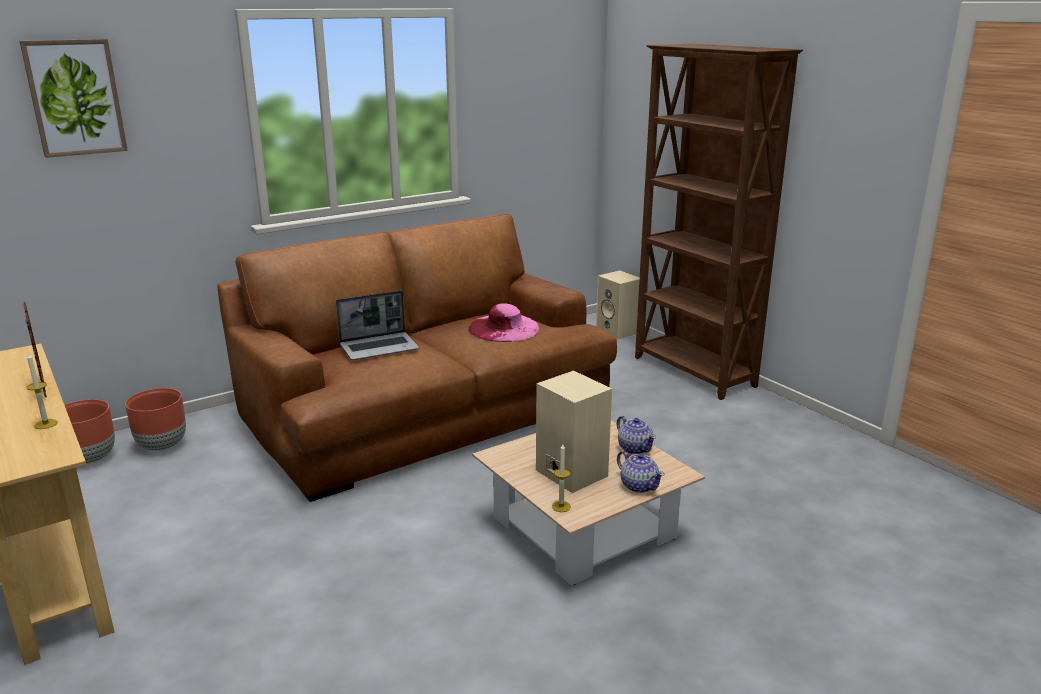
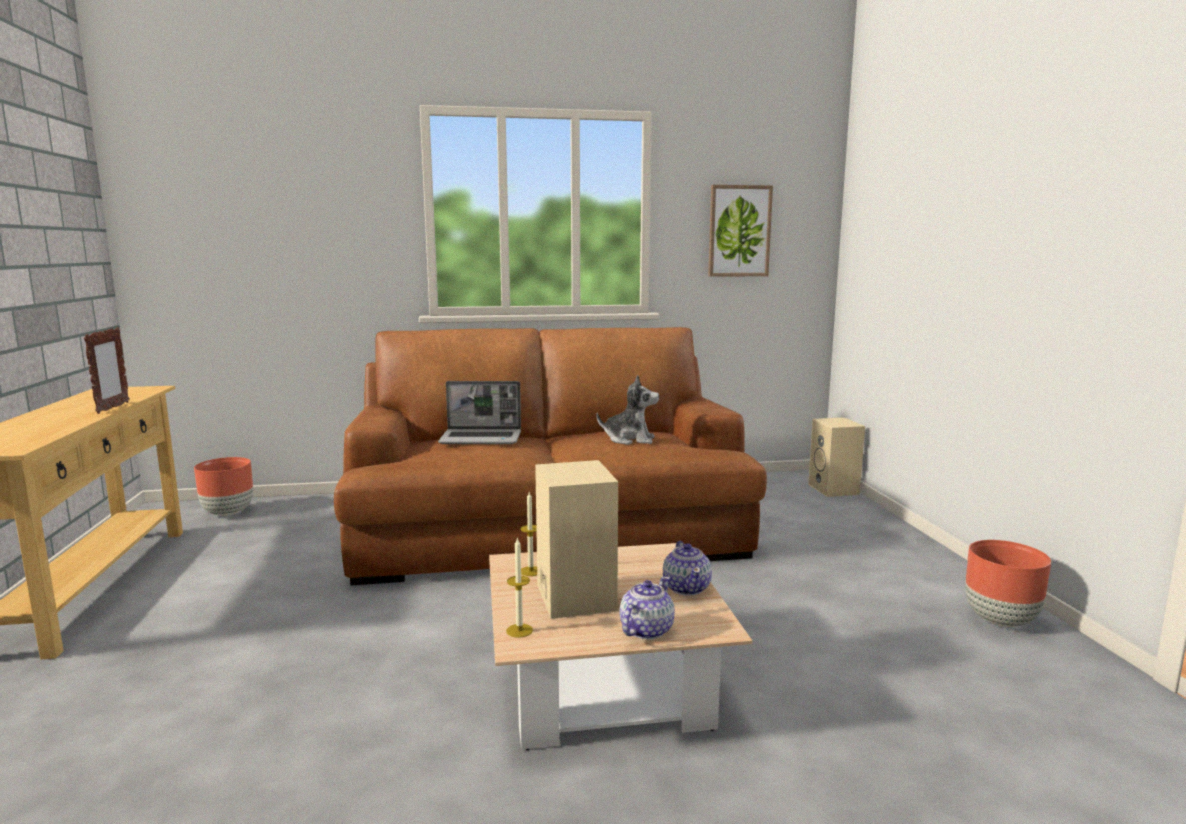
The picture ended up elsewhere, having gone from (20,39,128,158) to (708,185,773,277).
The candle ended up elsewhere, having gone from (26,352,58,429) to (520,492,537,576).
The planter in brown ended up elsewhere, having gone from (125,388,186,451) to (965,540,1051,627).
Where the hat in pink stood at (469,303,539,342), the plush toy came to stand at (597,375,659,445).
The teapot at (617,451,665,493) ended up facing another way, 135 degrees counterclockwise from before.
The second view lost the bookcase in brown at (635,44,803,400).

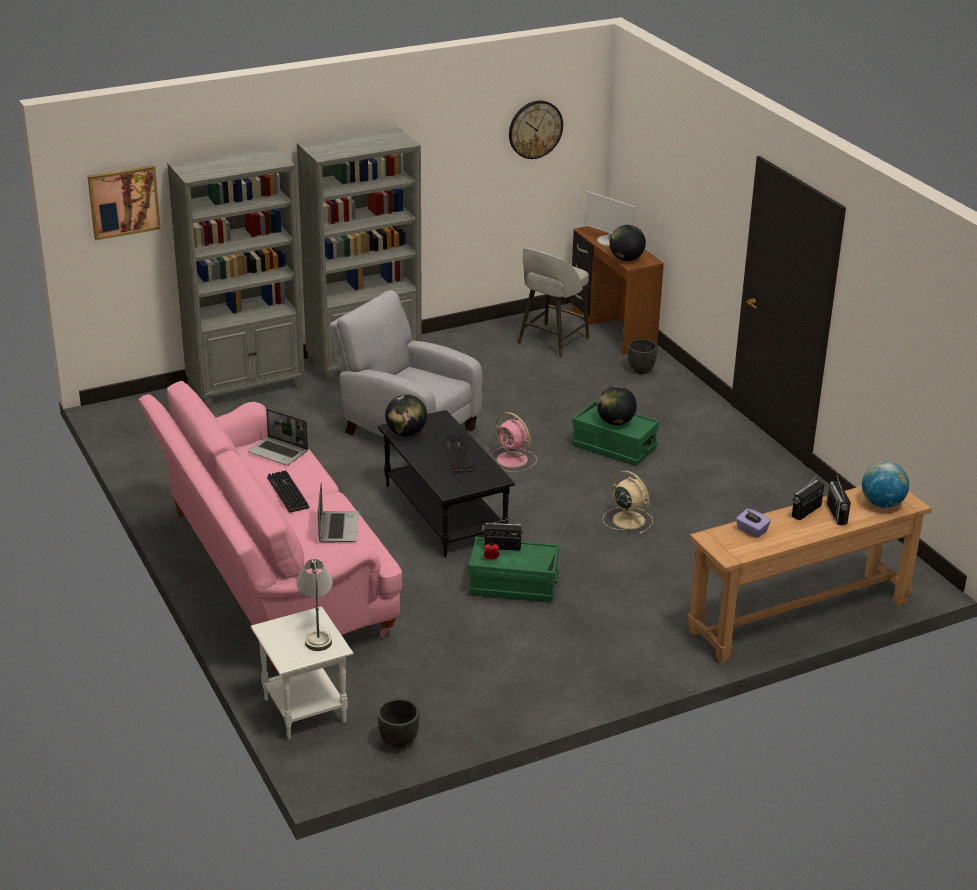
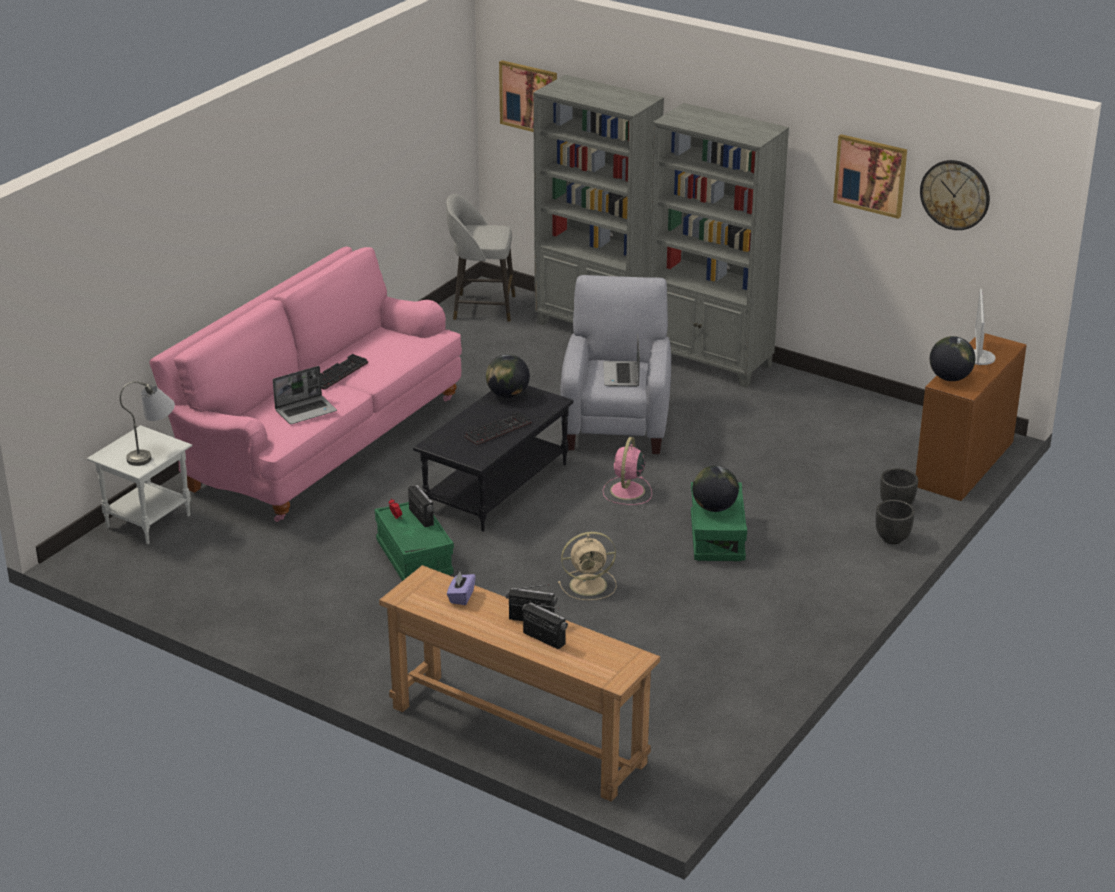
The laptop ended up elsewhere, having gone from (248,408,308,465) to (603,333,640,387).
The planter in black ended up elsewhere, having gone from (377,698,420,749) to (875,500,915,544).
The stool in grey ended up elsewhere, having gone from (517,248,589,358) to (446,194,515,322).
The fan in beige at (603,471,653,534) ended up facing another way, 60 degrees clockwise from before.
The radio at (827,474,851,525) ended up facing another way, 75 degrees clockwise from before.
The second view lost the globe at (862,462,909,508).
The second view gained the picture at (833,134,907,219).

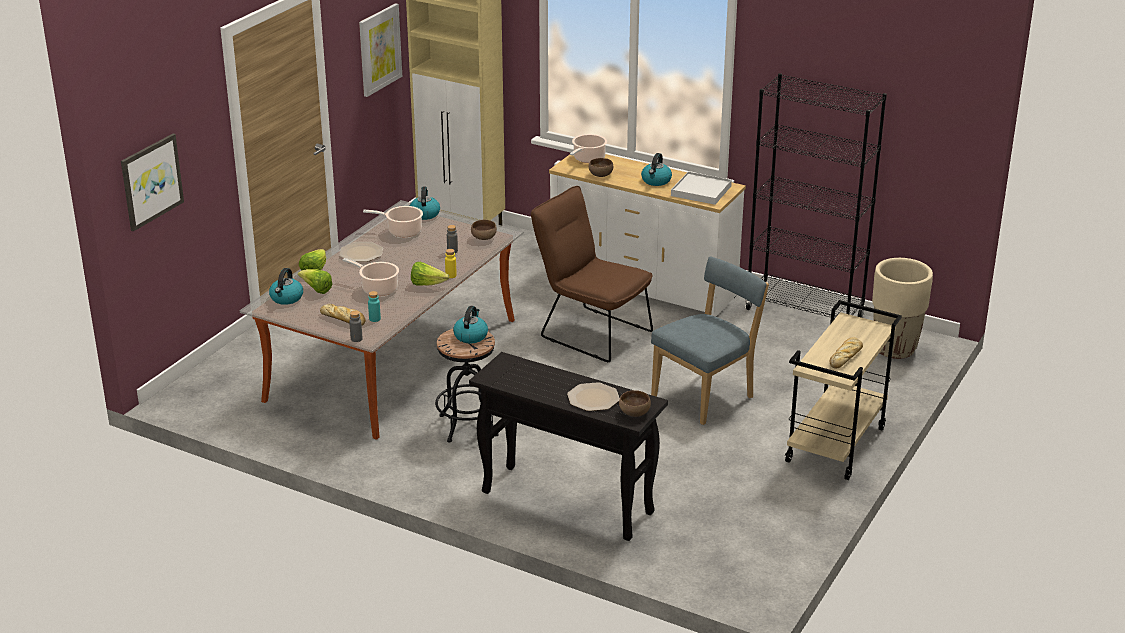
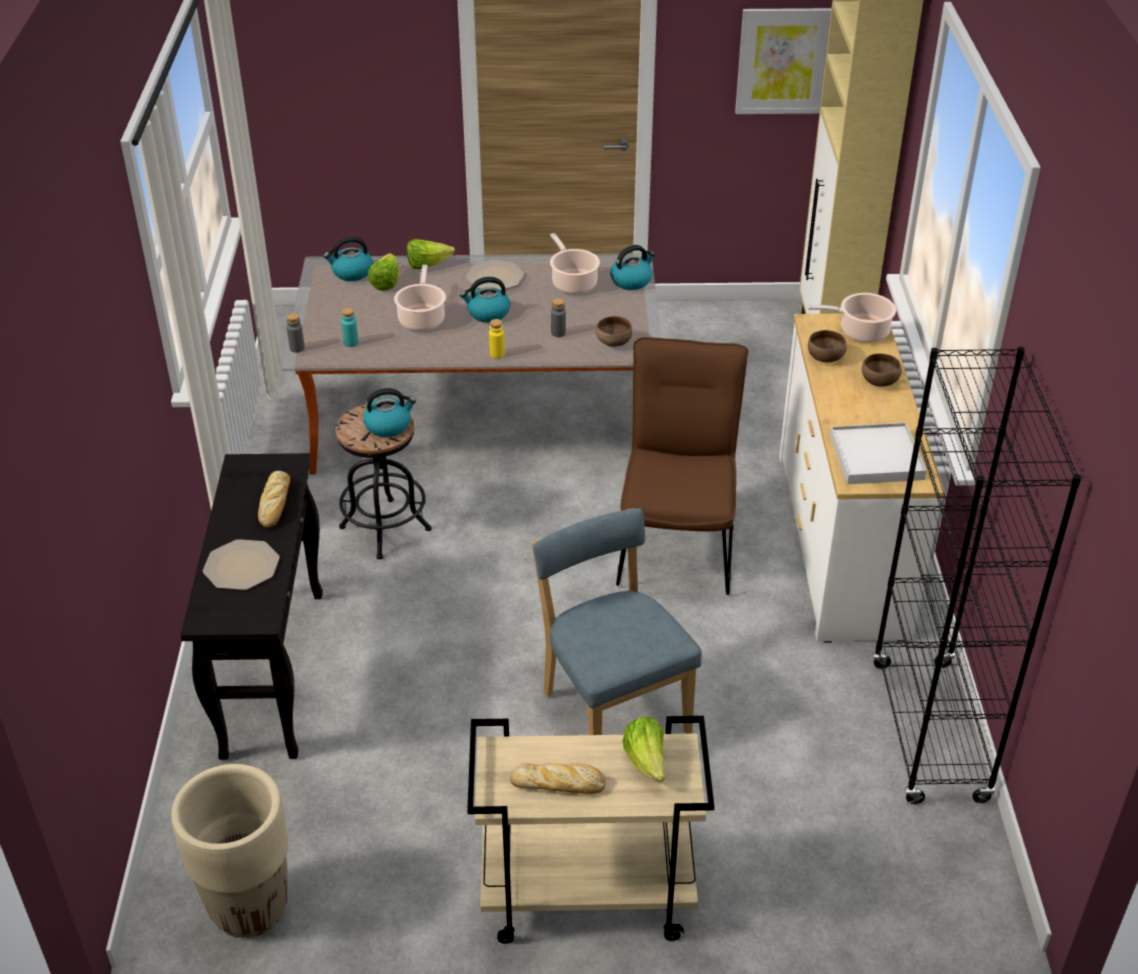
The second view lost the picture at (121,134,184,231).
The bread ended up elsewhere, having gone from (320,304,366,326) to (258,471,291,528).
The lettuce ended up elsewhere, having gone from (411,261,449,286) to (623,717,665,782).
The bowl in brown ended up elsewhere, having gone from (619,390,651,417) to (862,353,902,387).
The kettle ended up elsewhere, having gone from (641,153,672,186) to (460,277,510,322).
The chair in blue at (651,257,769,425) ended up facing another way, 135 degrees counterclockwise from before.
The planter in beige ended up elsewhere, having gone from (872,258,933,359) to (171,764,288,938).

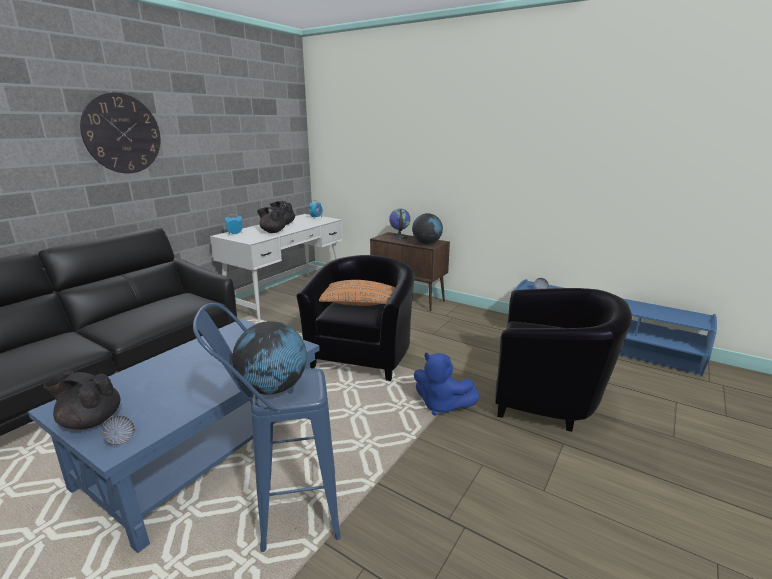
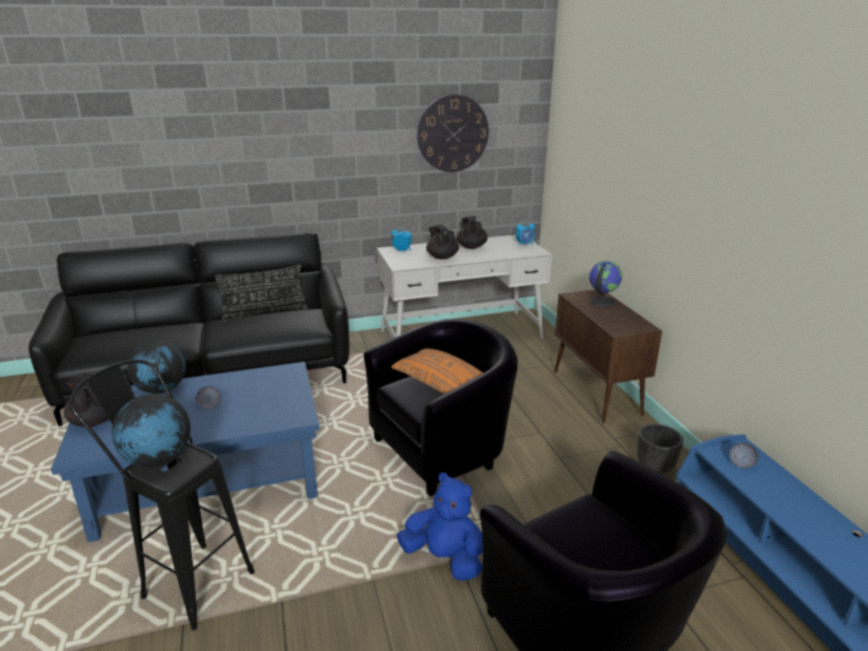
The wall clock ended up elsewhere, having gone from (80,92,160,173) to (417,95,489,172).
The bowl ended up elsewhere, having gone from (102,415,135,445) to (196,386,221,409).
What was the stool in blue at (193,303,341,552) turned into the stool in black at (69,360,255,631).
The globe ended up elsewhere, having gone from (412,213,443,245) to (127,341,185,394).
The plush toy in blue at (414,353,480,415) ended up facing another way, 135 degrees clockwise from before.
The second view gained the pillow in black at (215,264,308,322).
The second view gained the planter in black at (637,424,683,474).

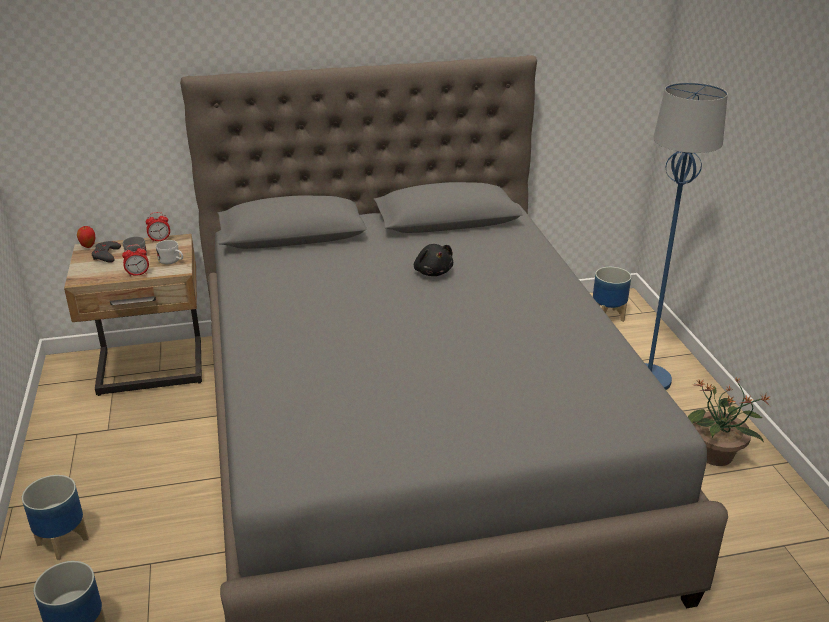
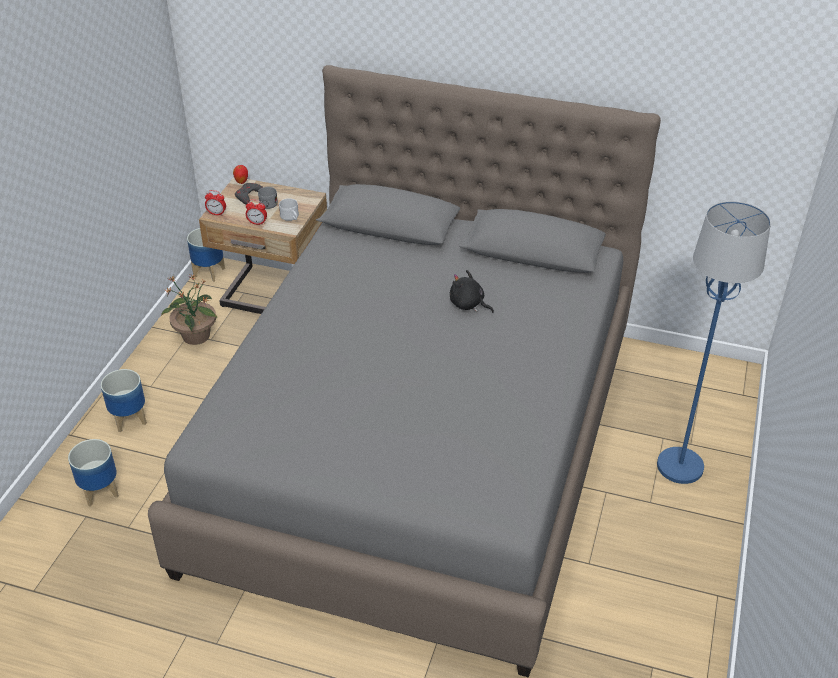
The alarm clock ended up elsewhere, having gone from (146,212,170,242) to (205,190,226,216).
The plush toy in black at (414,244,453,276) ended up facing another way, 120 degrees clockwise from before.
The planter ended up elsewhere, having gone from (593,267,631,322) to (187,228,225,282).
The potted plant ended up elsewhere, having gone from (688,377,771,466) to (162,274,218,345).

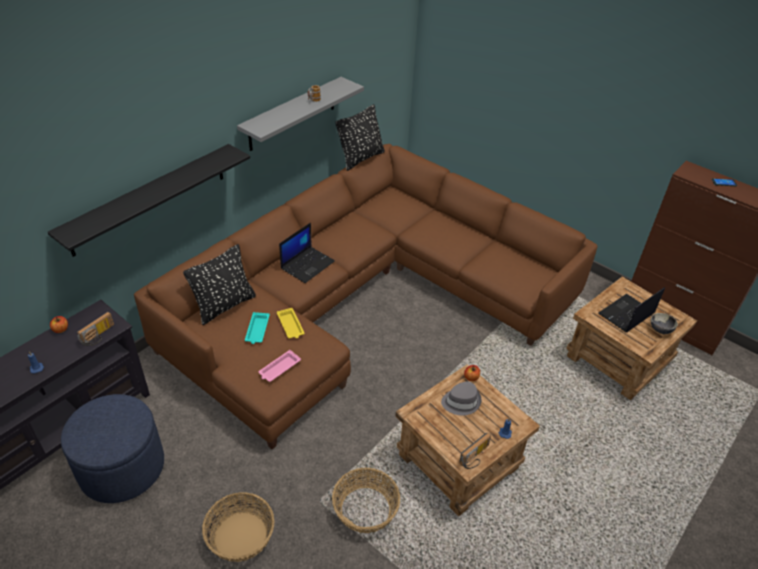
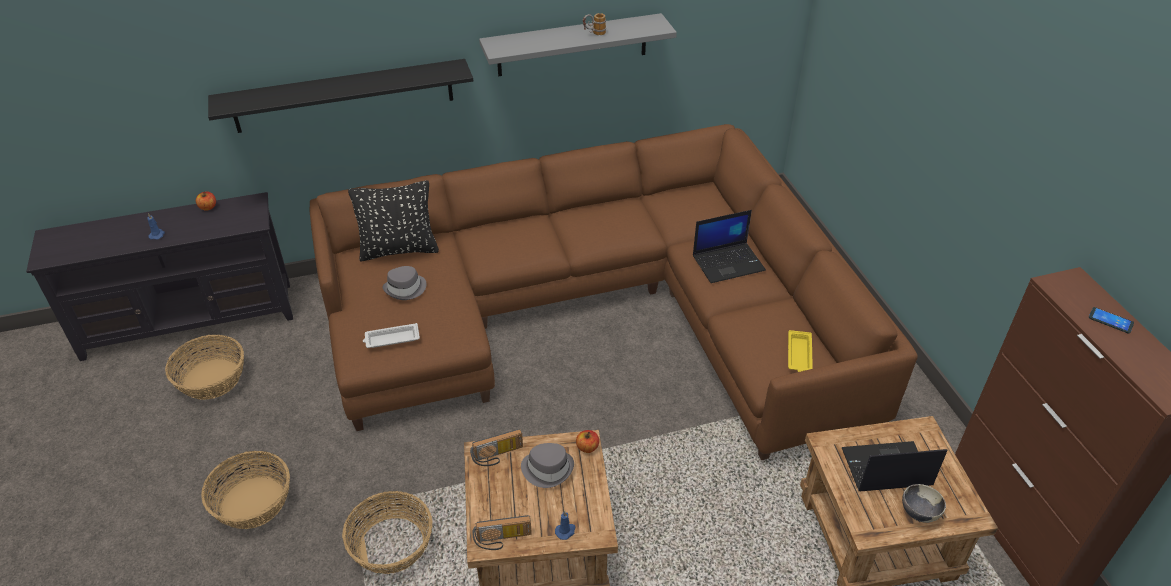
Where the ottoman in blue stood at (61,394,164,503), the basket came to stand at (165,335,244,400).
The radio ended up elsewhere, having gone from (77,312,114,346) to (470,429,523,466).
Where the tray in turquoise stood at (245,312,270,344), the hat in grey came to stand at (383,266,427,300).
What was the tray in pink at (258,350,301,382) turned into the tray in white at (363,323,420,348).
The tray in yellow ended up elsewhere, having gone from (277,308,305,338) to (788,330,813,372).
The laptop ended up elsewhere, having gone from (279,223,335,283) to (693,210,766,283).
The second view lost the pillow in black at (336,104,385,171).

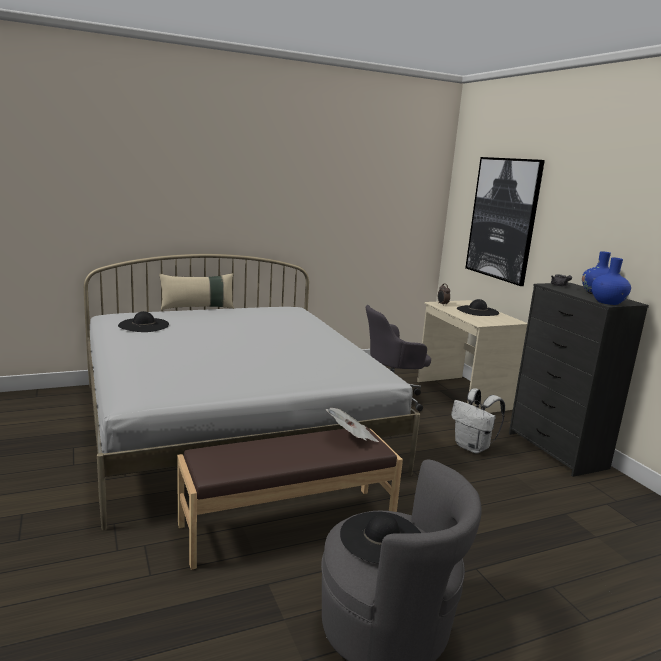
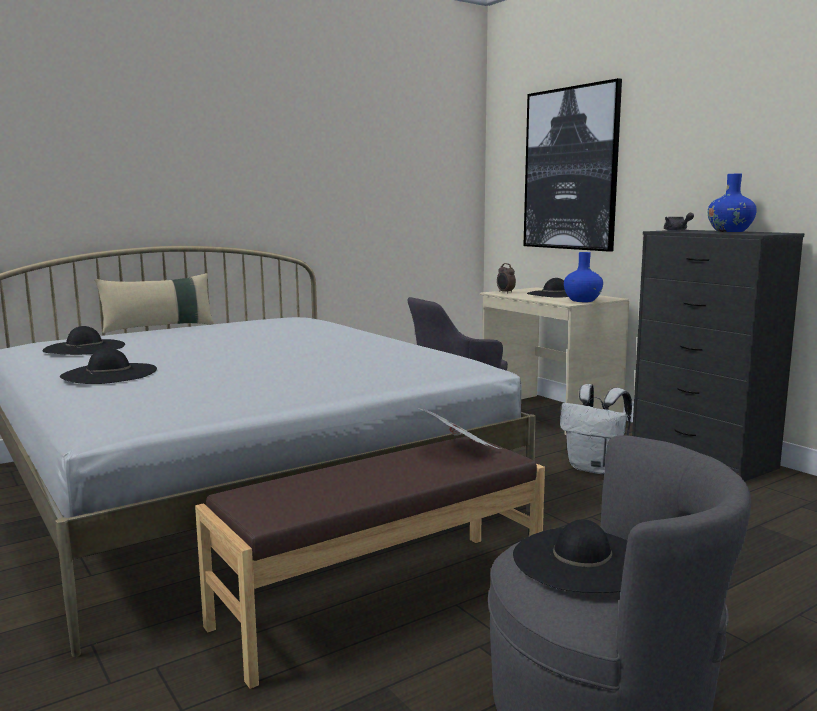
The vase in blue ended up elsewhere, having gone from (592,258,631,305) to (564,252,603,302).
The second view gained the hat in black at (60,348,157,384).

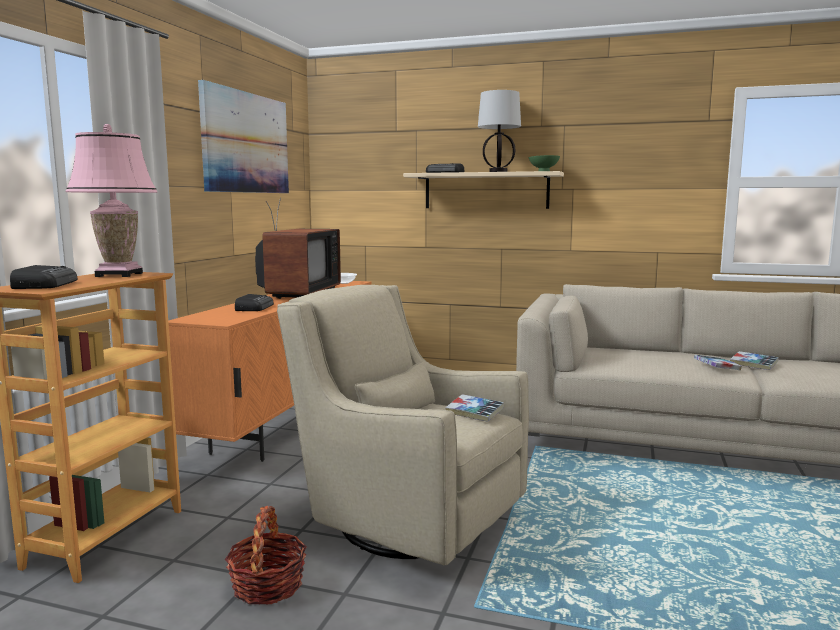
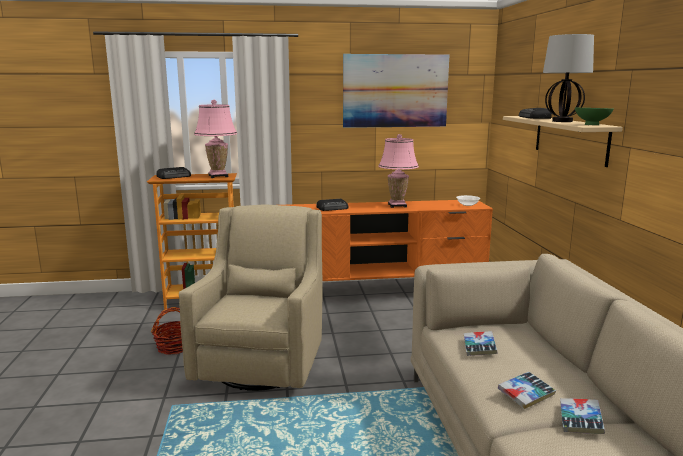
Where the television stood at (255,198,341,299), the table lamp in pink came to stand at (378,134,419,208).
The book ended up elsewhere, having gone from (445,394,504,422) to (464,331,497,356).

